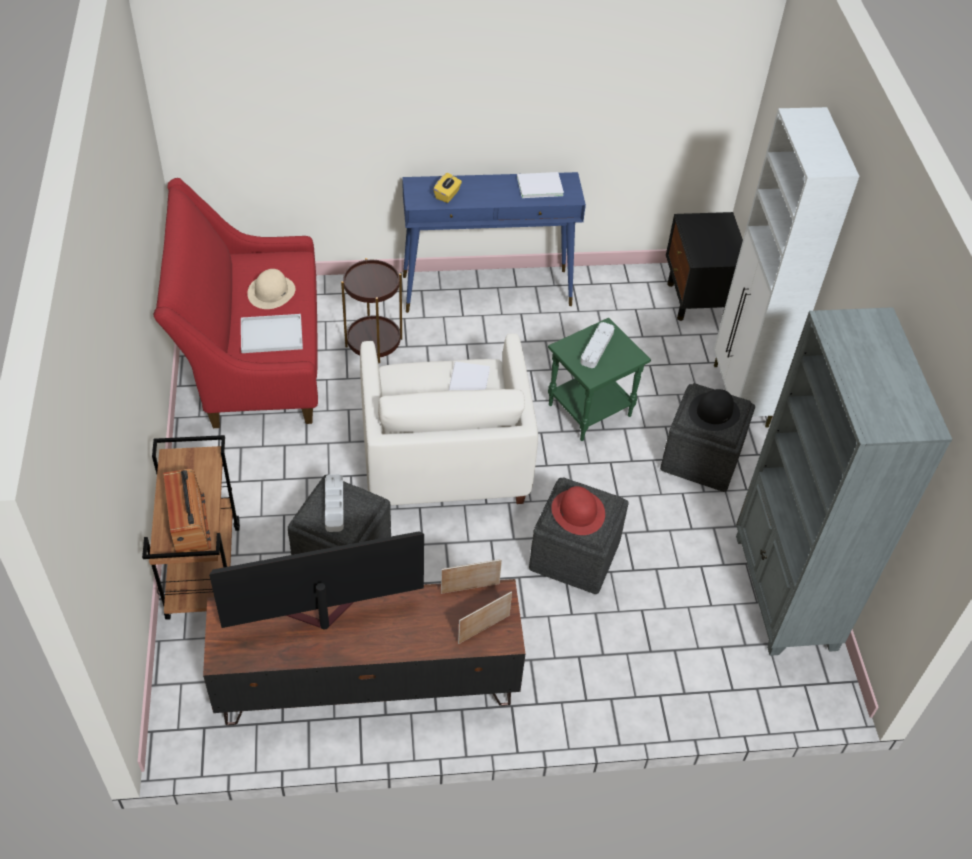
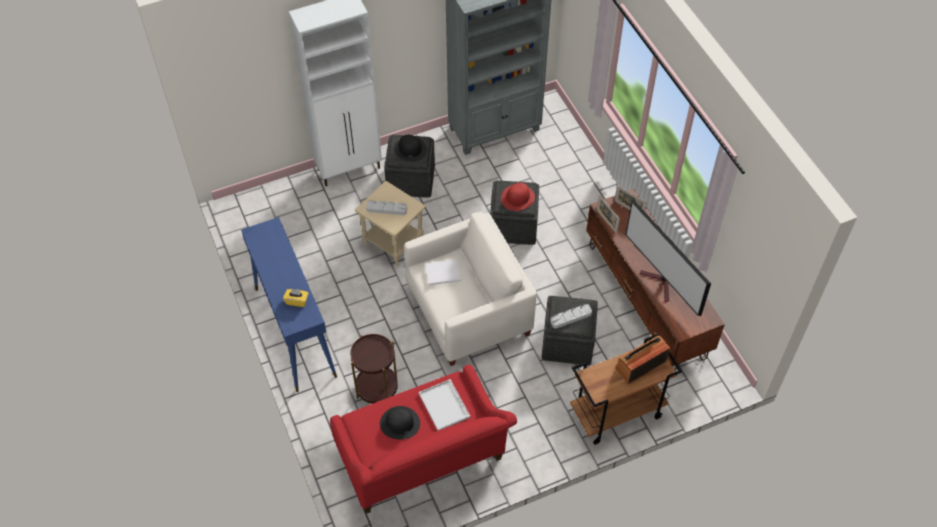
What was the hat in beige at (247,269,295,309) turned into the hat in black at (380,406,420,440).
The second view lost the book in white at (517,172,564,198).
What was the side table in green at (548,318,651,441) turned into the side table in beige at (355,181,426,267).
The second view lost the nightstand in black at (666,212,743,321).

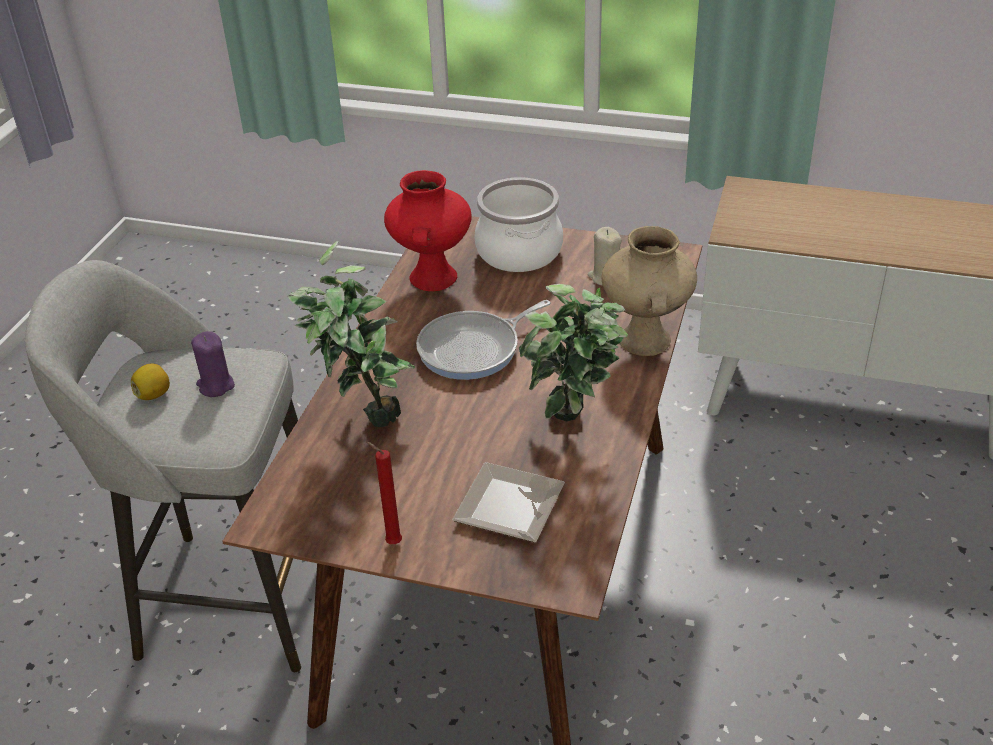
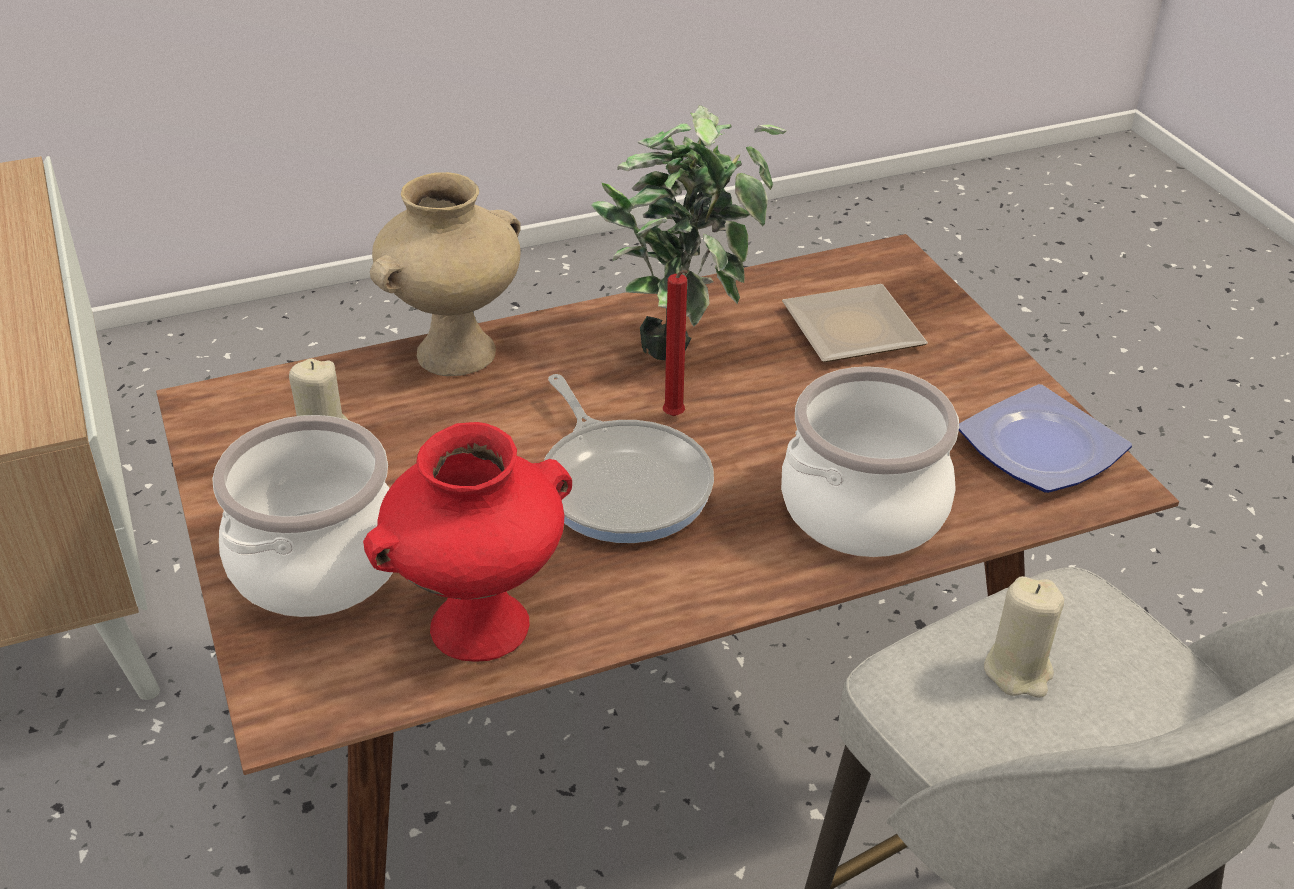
The second view lost the lemon at (131,364,170,400).
What was the candle in purple at (191,331,235,397) turned into the candle in beige at (984,576,1064,698).
Where the potted plant stood at (288,241,415,427), the cooking pot came to stand at (781,366,959,557).
The candle in red ended up elsewhere, having gone from (367,442,402,544) to (663,270,688,416).
The frying pan at (416,300,551,380) ended up facing another way, 45 degrees clockwise from before.
The second view gained the plate at (959,384,1132,493).

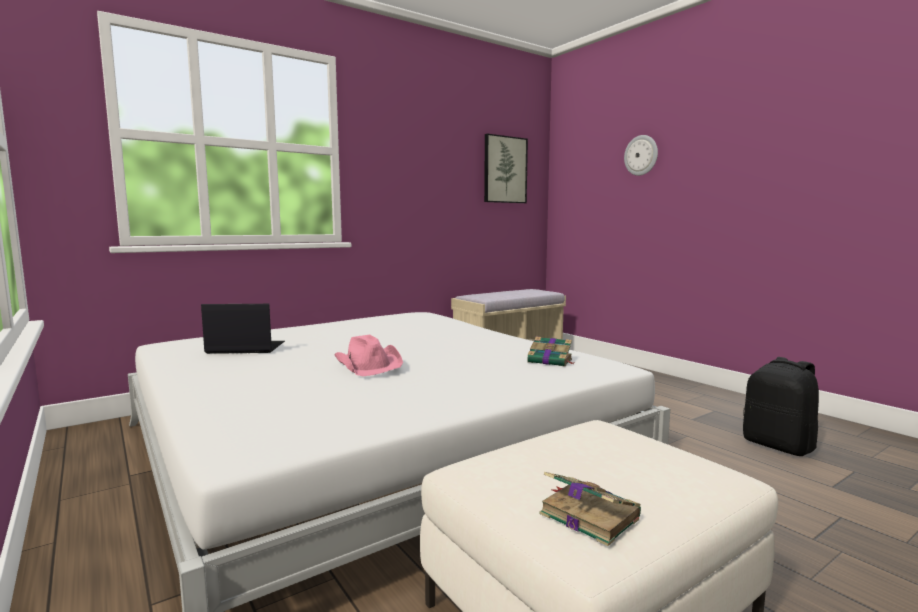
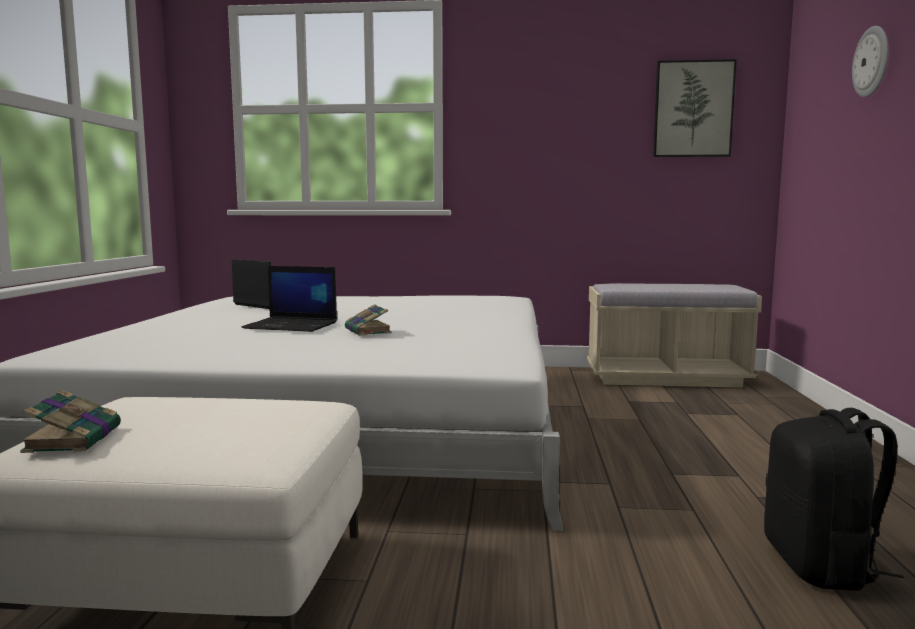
Where the hat in pink stood at (335,334,403,376), the laptop came to stand at (241,266,337,332).
The book ended up elsewhere, having gone from (527,337,573,367) to (345,304,392,336).

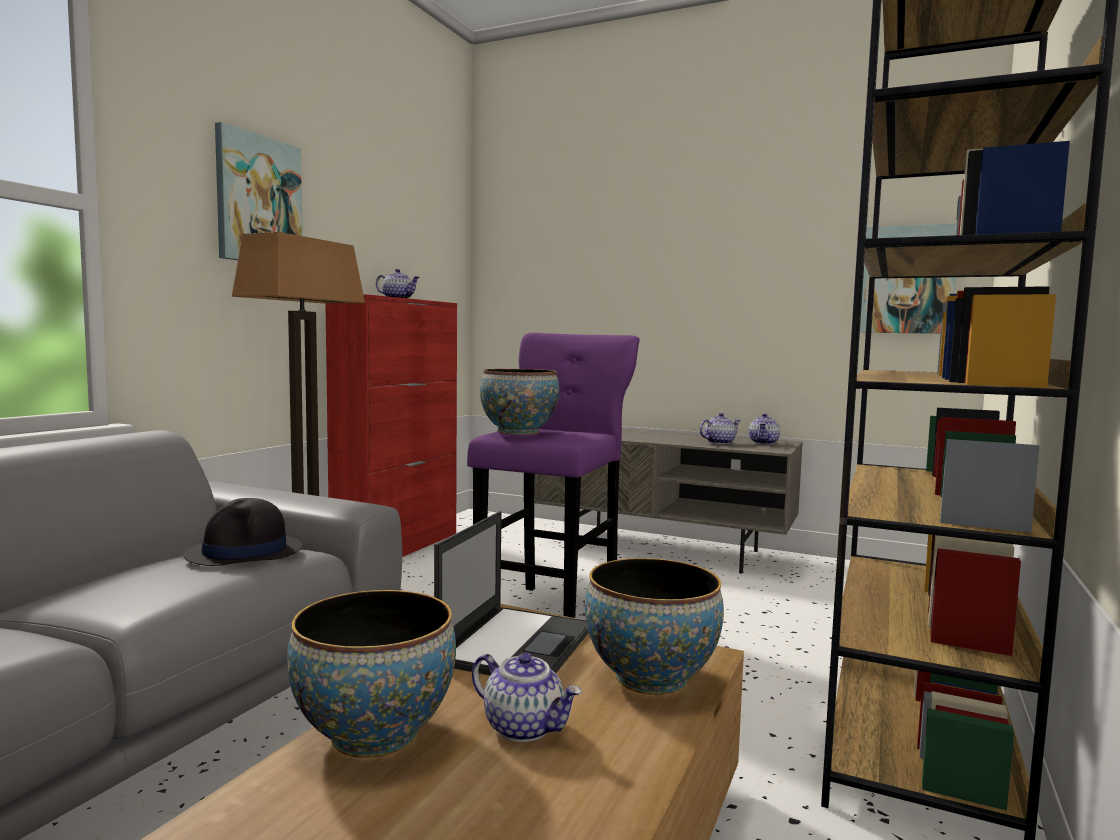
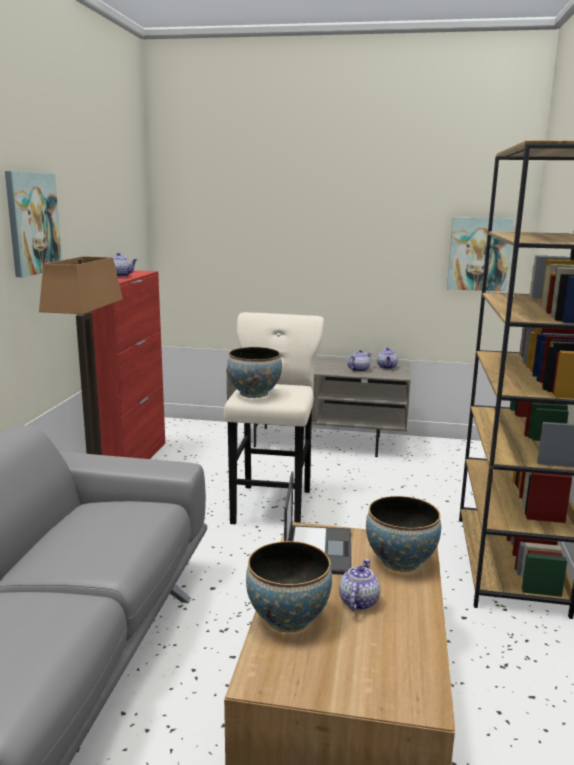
The second view lost the hat in black at (183,498,302,566).
What was the stool in purple at (467,333,640,618) turned into the stool in beige at (224,312,324,524).
The teapot at (472,652,581,742) ended up facing another way, 90 degrees counterclockwise from before.

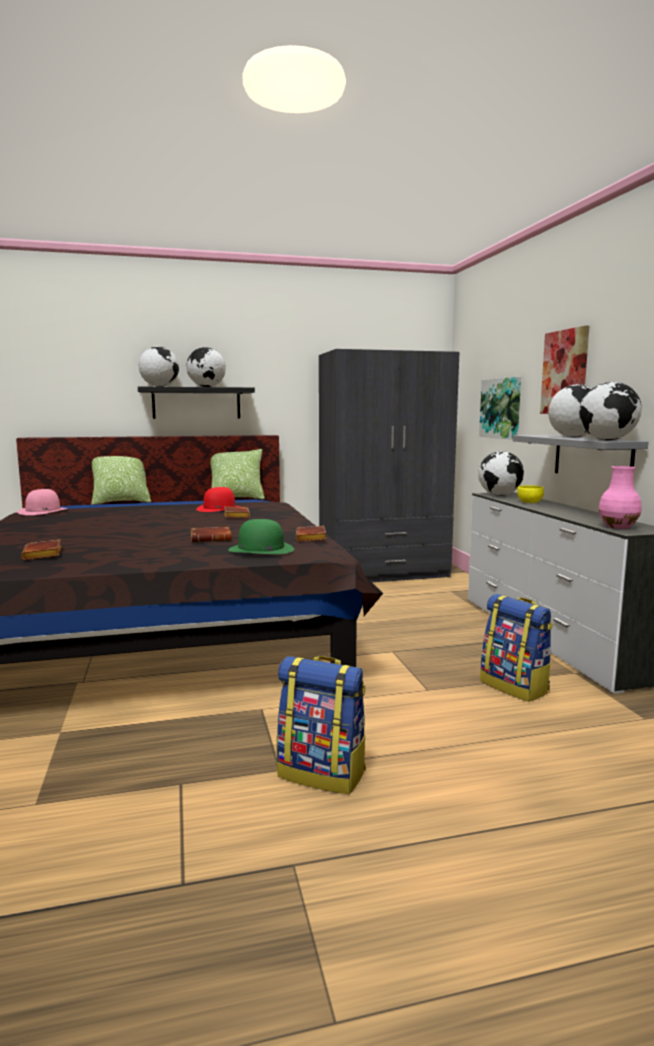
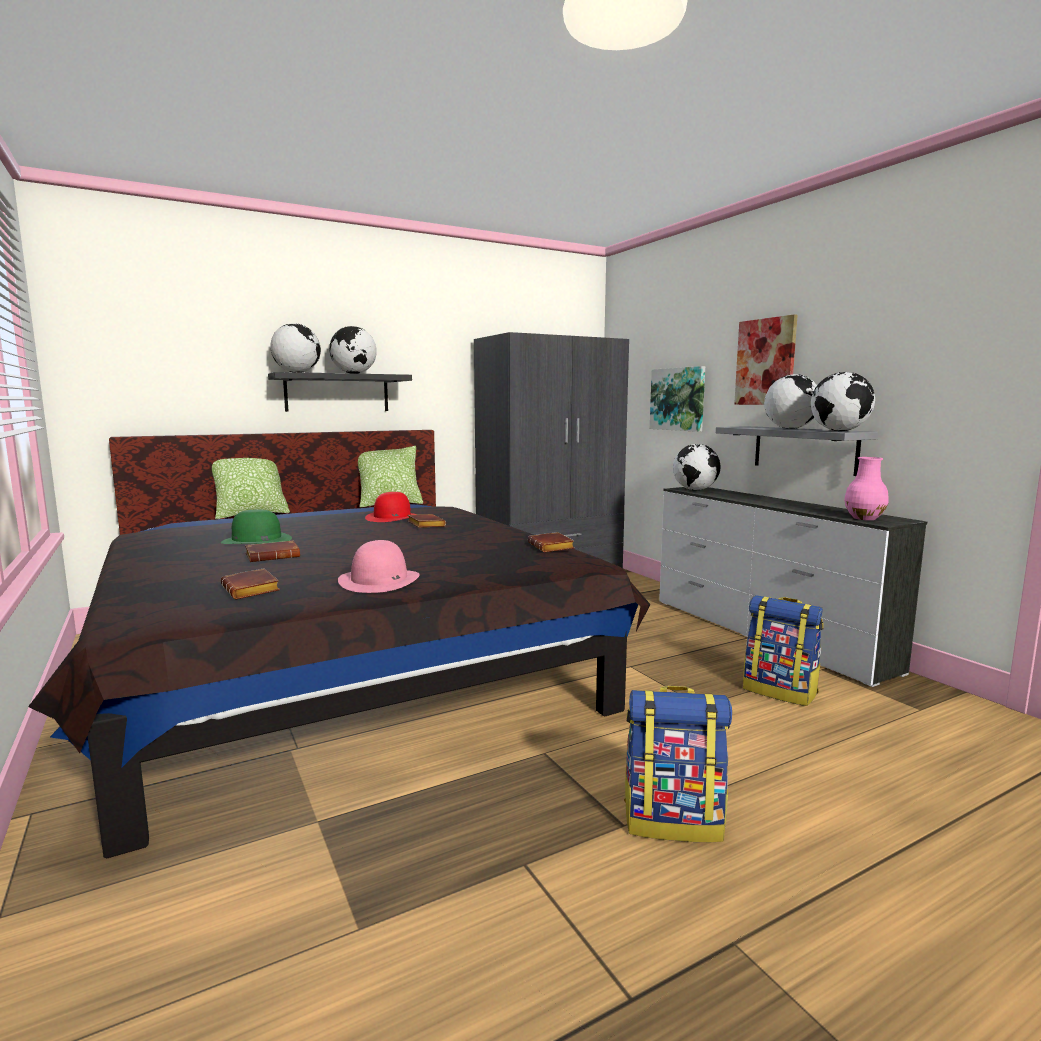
The hat in pink ended up elsewhere, having gone from (17,489,68,515) to (338,540,420,593).
The book in brown ended up elsewhere, having gone from (191,527,231,542) to (245,541,300,562).
The hat in green ended up elsewhere, having gone from (228,519,294,554) to (221,510,292,544).
The second view lost the bowl in yellow at (517,485,544,503).

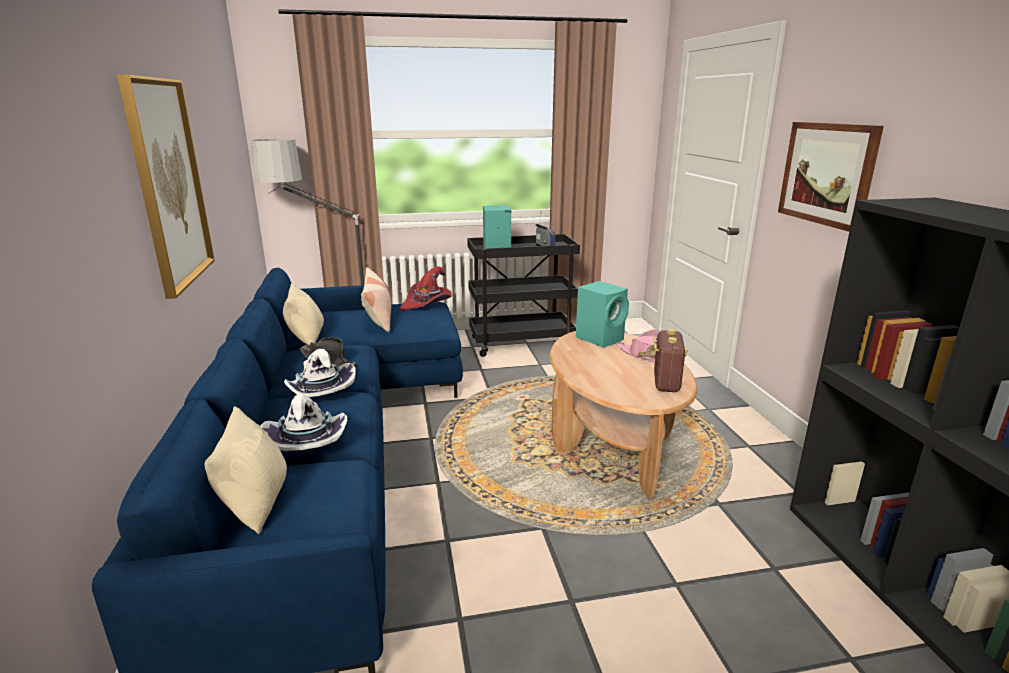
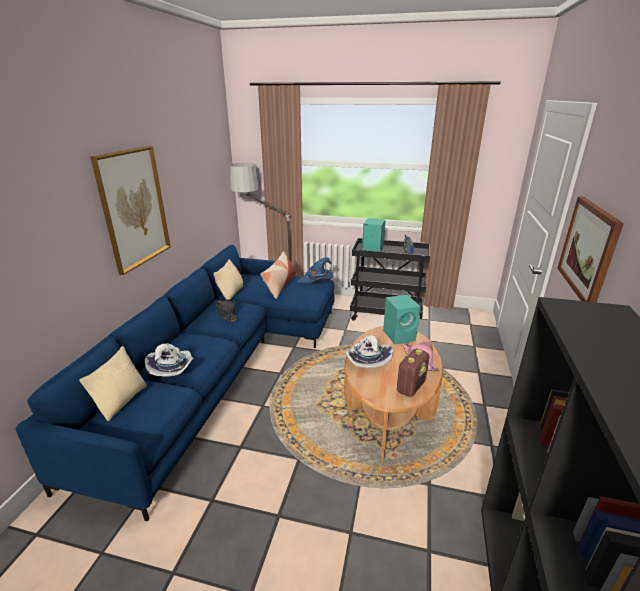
The hat in white ended up elsewhere, having gone from (284,349,356,397) to (346,335,393,368).
What was the hat in red at (400,266,452,311) turned into the hat in blue at (297,257,333,284).

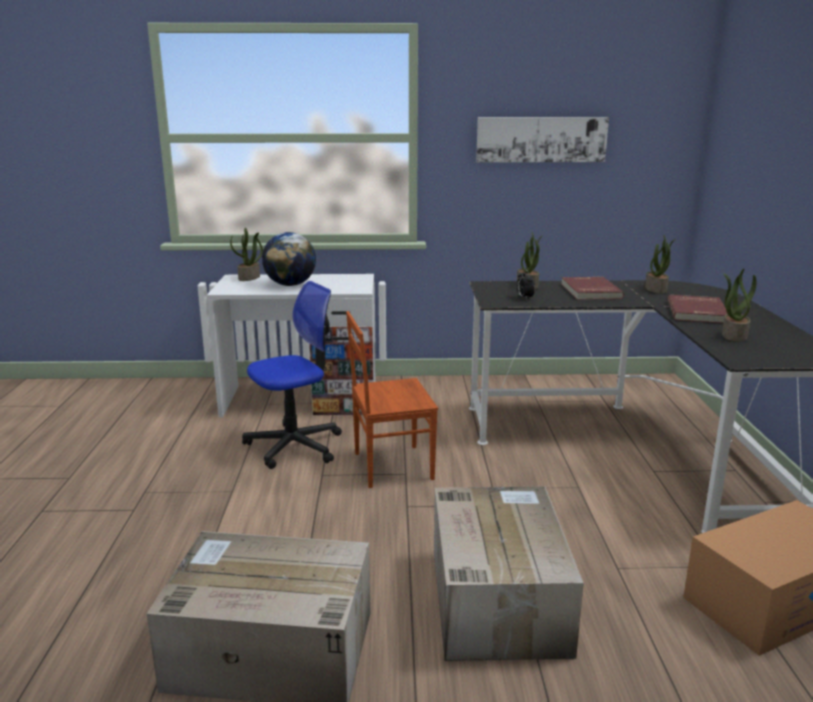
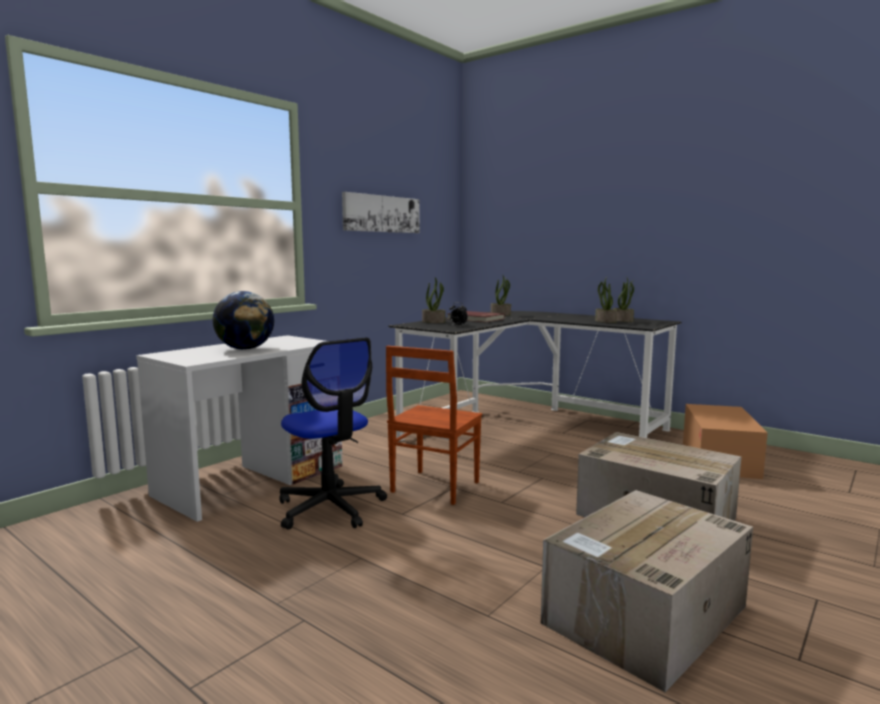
The potted plant ended up elsewhere, having gone from (230,228,263,281) to (614,278,634,322).
The office chair at (242,281,342,469) ended up facing another way, 135 degrees clockwise from before.
The second view lost the book in red at (668,295,727,323).

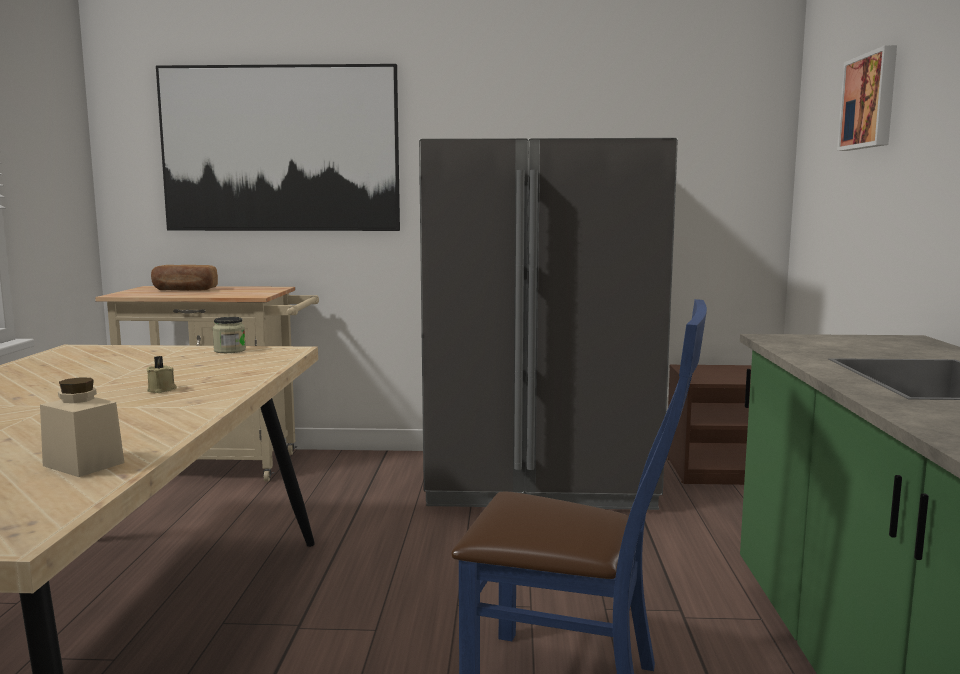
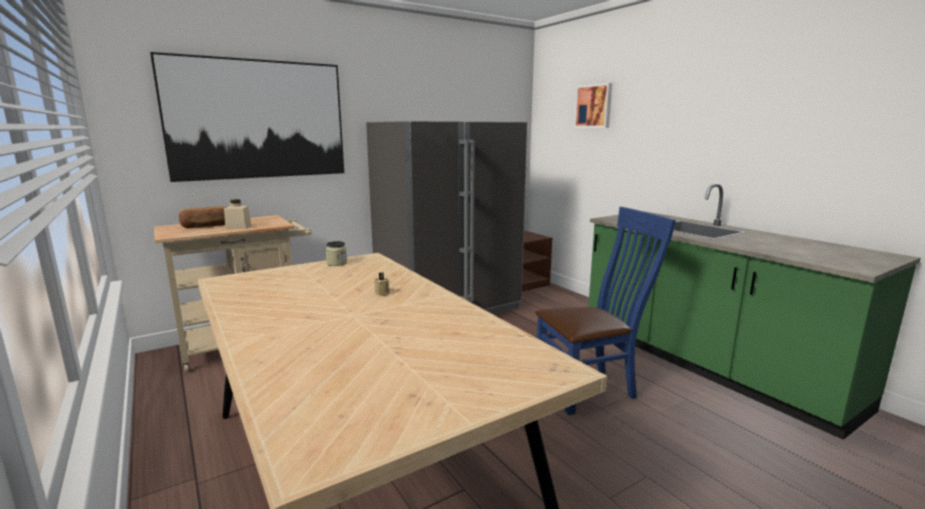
The jar in beige ended up elsewhere, having gone from (40,377,124,477) to (224,199,252,229).

